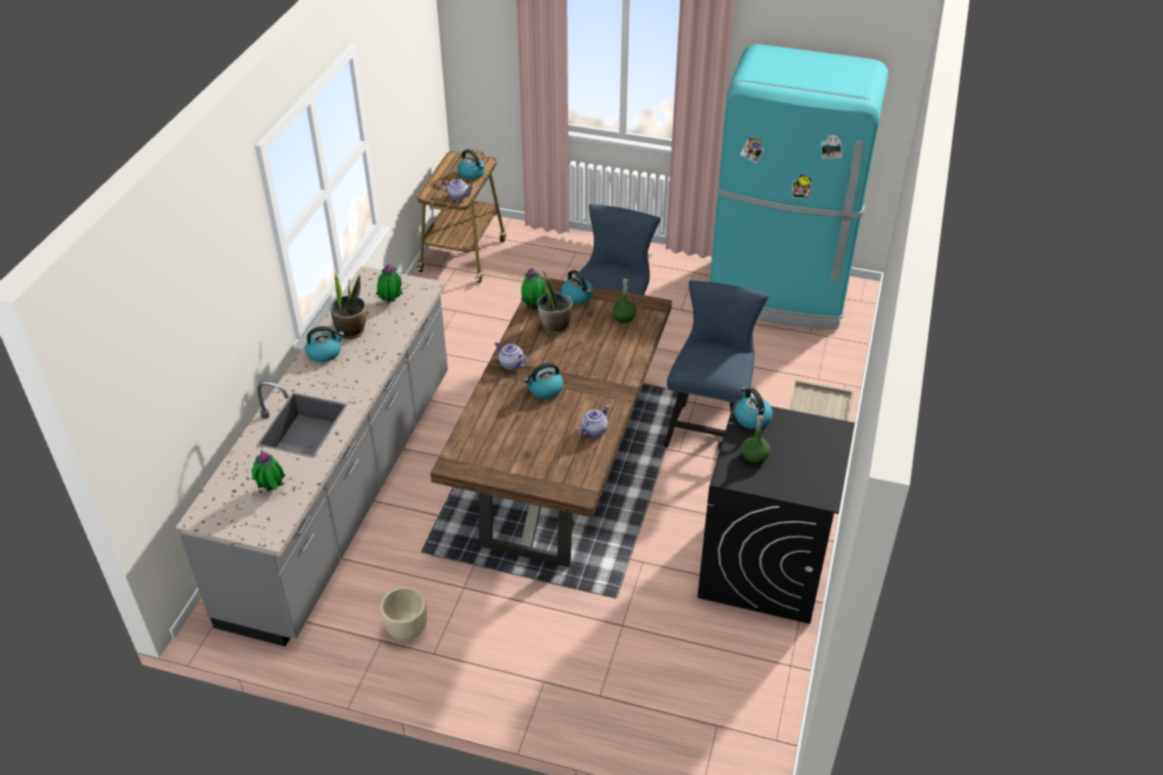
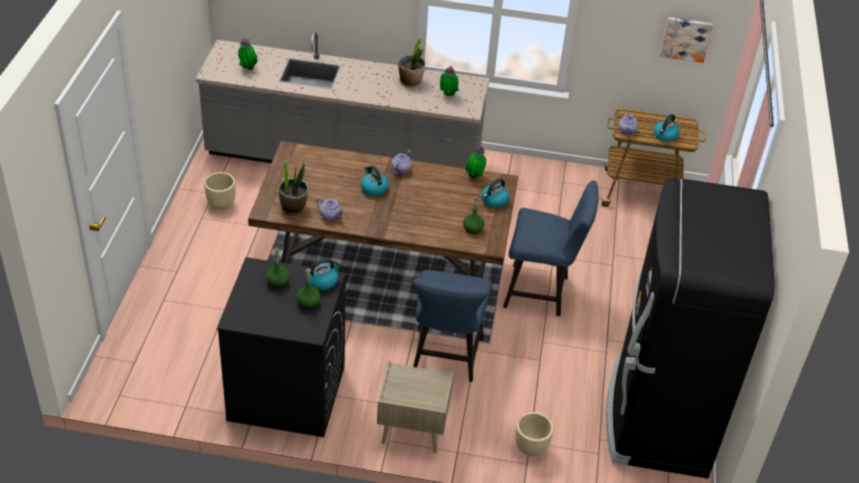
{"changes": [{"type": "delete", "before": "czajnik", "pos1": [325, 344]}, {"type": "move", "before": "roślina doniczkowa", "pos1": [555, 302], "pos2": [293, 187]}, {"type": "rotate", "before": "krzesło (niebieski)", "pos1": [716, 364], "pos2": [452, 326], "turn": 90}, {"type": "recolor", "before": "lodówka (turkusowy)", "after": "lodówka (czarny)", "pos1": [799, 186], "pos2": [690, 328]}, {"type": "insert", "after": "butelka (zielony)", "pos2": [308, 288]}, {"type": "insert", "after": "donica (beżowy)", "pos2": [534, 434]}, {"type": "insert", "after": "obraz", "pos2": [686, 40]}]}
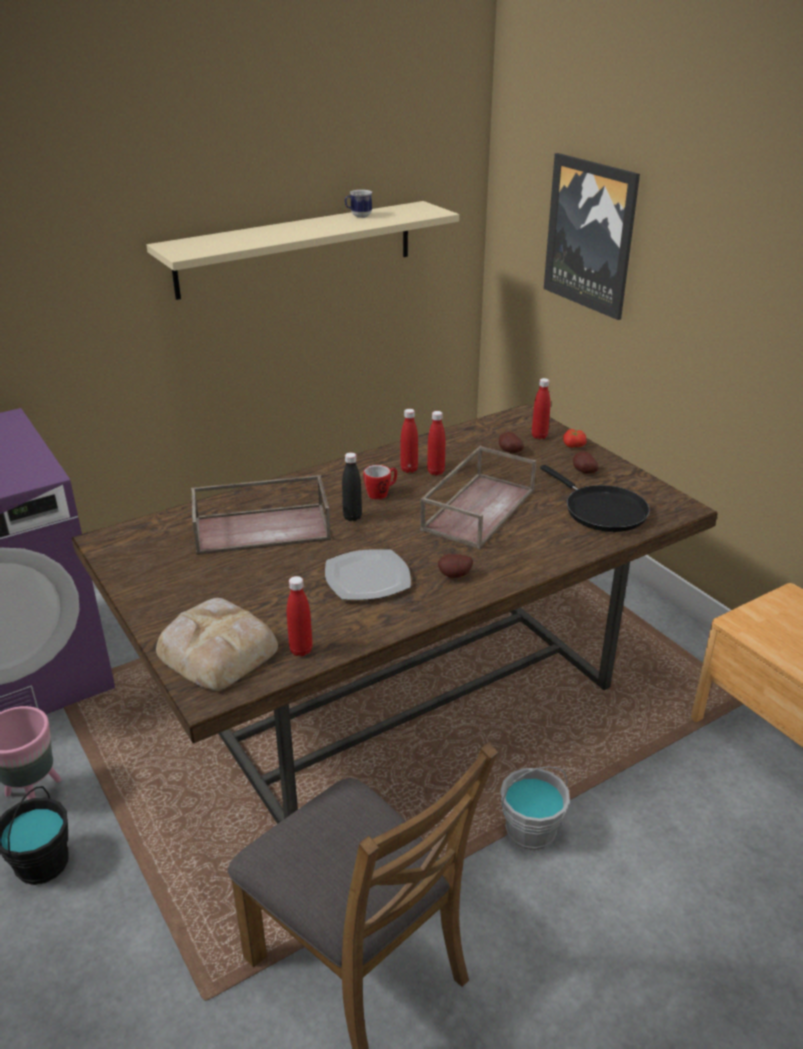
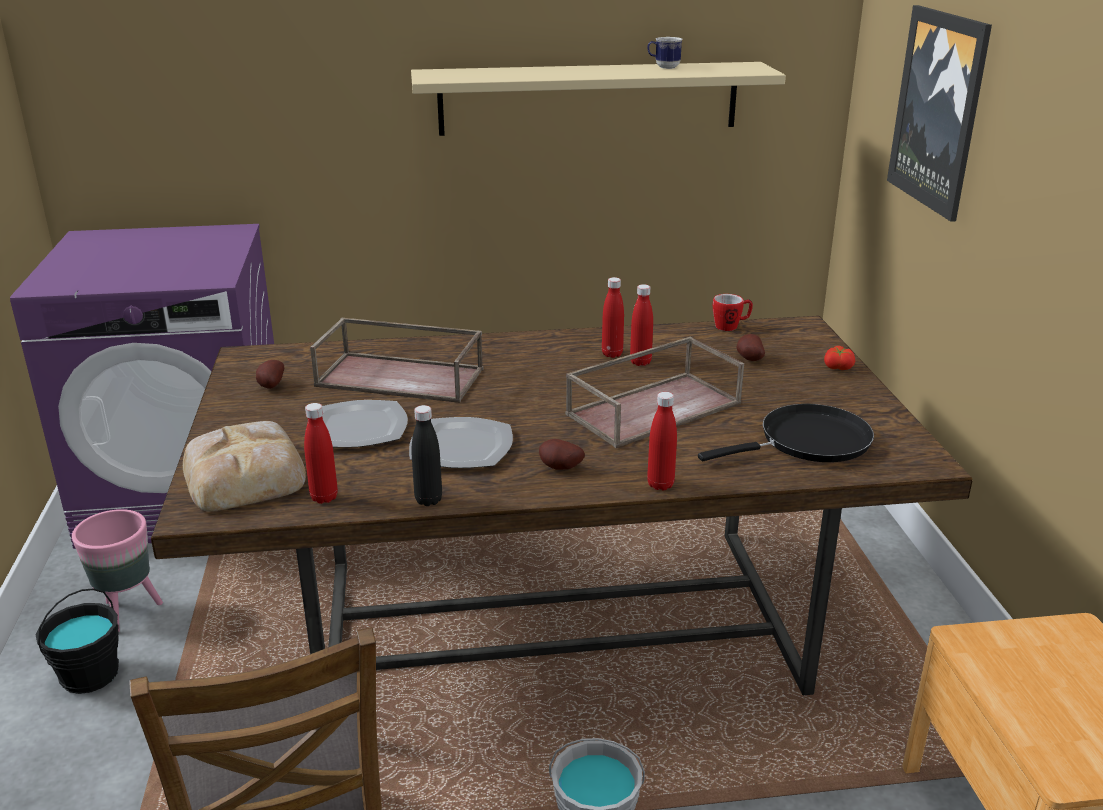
{"changes": [{"type": "move", "before": "butelka (czarny)", "pos1": [352, 486], "pos2": [426, 455]}, {"type": "move", "before": "kubek", "pos1": [380, 482], "pos2": [733, 312]}, {"type": "move", "before": "butelka (czerwony)", "pos1": [541, 408], "pos2": [662, 441]}, {"type": "rotate", "before": "patelnia (czarny)", "pos1": [595, 498], "pos2": [786, 433], "turn": -105}, {"type": "move", "before": "ziemniak", "pos1": [586, 462], "pos2": [270, 374]}, {"type": "insert", "after": "talerz", "pos2": [365, 424]}]}
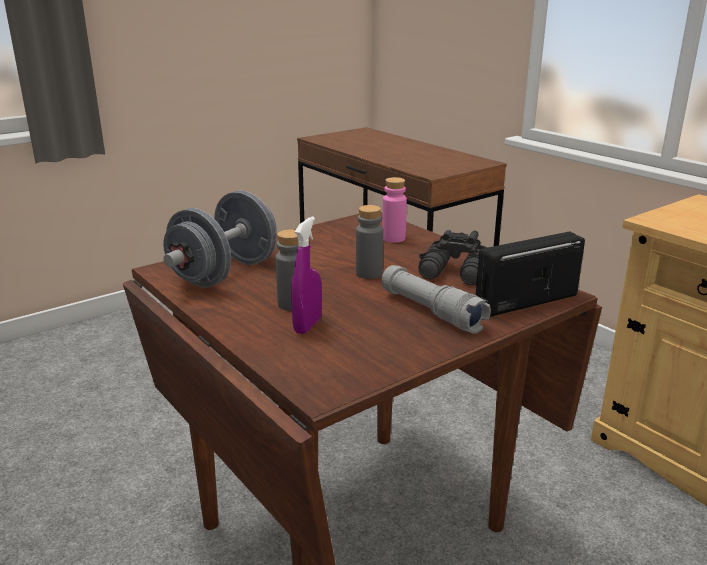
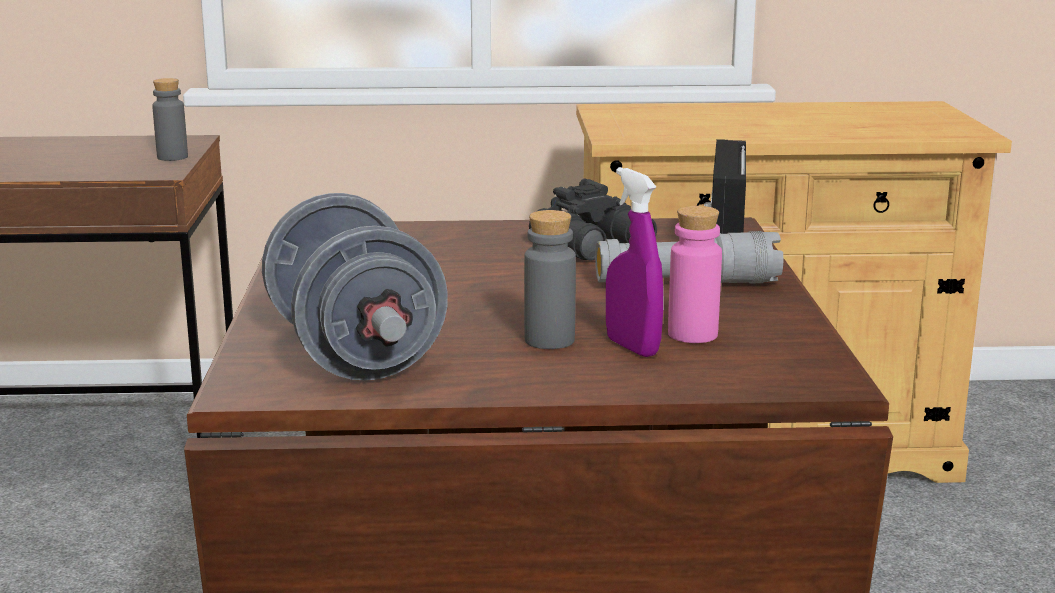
{"changes": [{"type": "move", "before": "butelka (szary)", "pos1": [369, 242], "pos2": [170, 119]}, {"type": "move", "before": "butelka (różowy)", "pos1": [394, 210], "pos2": [695, 274]}]}
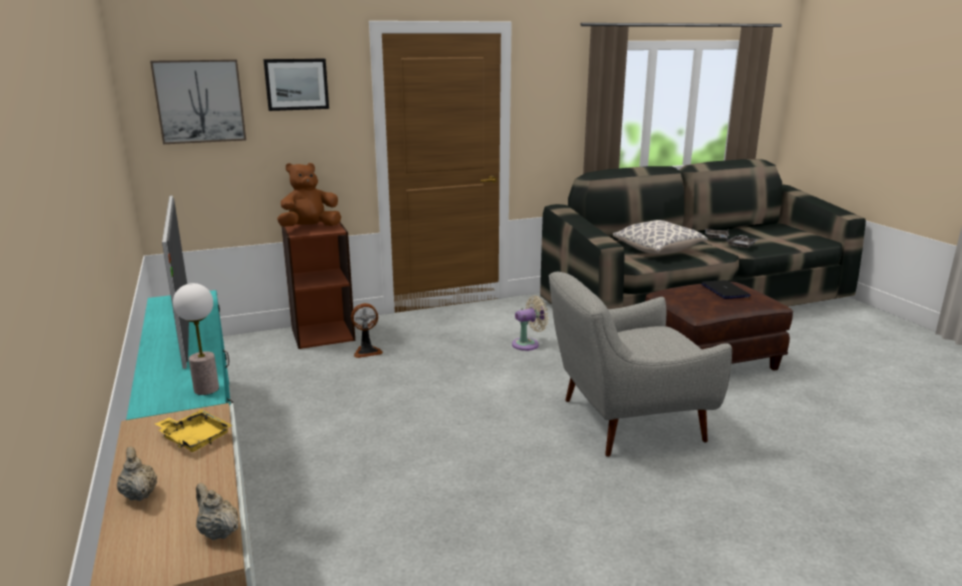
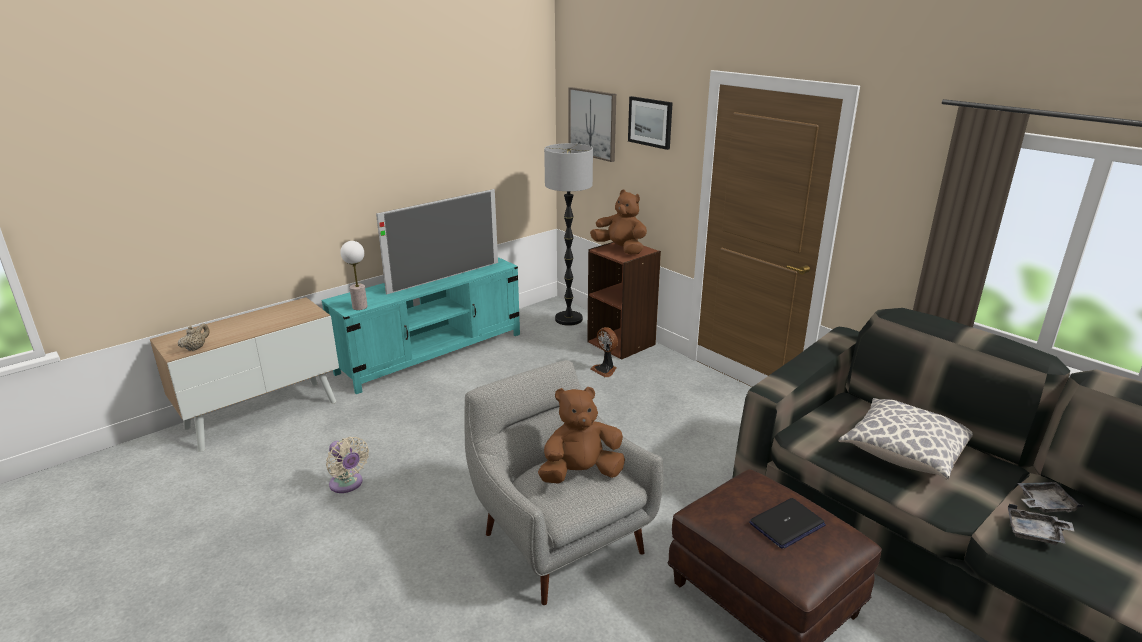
{"changes": [{"type": "delete", "before": "imbryk (beżowy)", "pos1": [137, 473]}, {"type": "delete", "before": "taca (żółty)", "pos1": [194, 430]}, {"type": "move", "before": "wentylator (beżowy)", "pos1": [530, 323], "pos2": [347, 465]}, {"type": "insert", "after": "pluszak (brązowy)", "pos2": [581, 435]}, {"type": "insert", "after": "lampa stojąca", "pos2": [568, 234]}]}
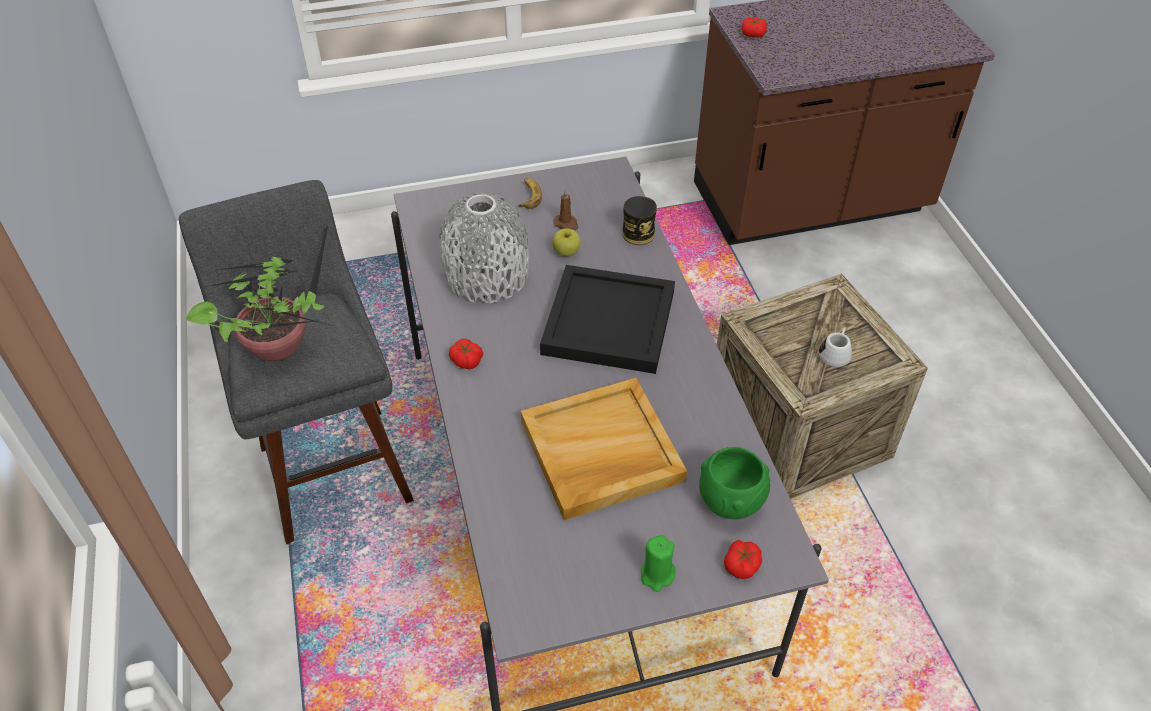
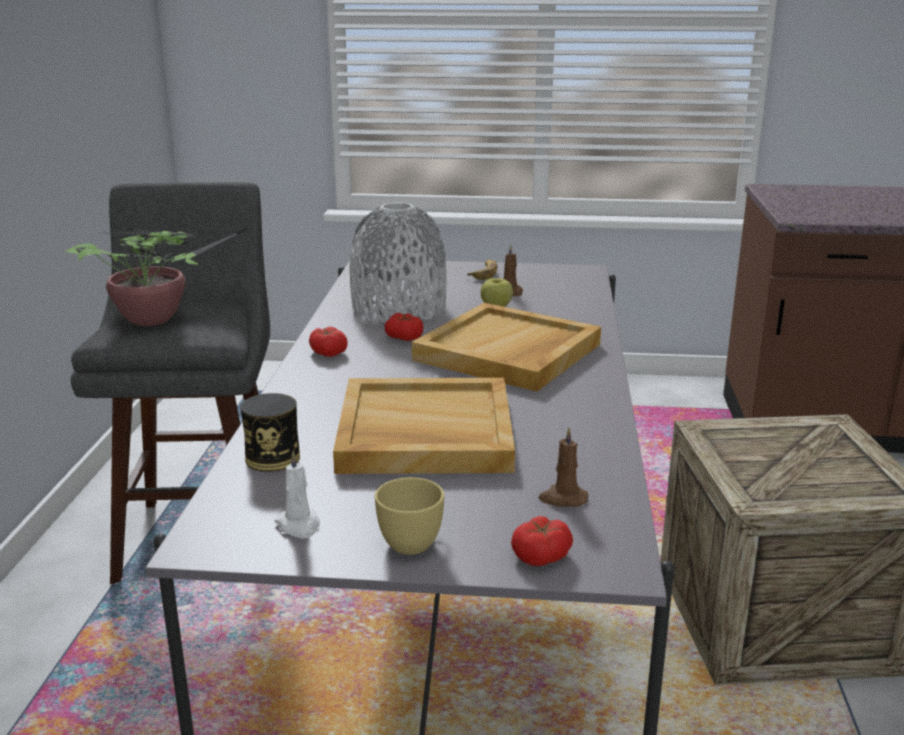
{"changes": [{"type": "recolor", "before": "taca (czarny)", "after": "taca (beżowy)", "pos1": [607, 319], "pos2": [506, 347]}, {"type": "move", "before": "puszka", "pos1": [639, 220], "pos2": [270, 432]}, {"type": "replace", "before": "świeca (zielony)", "after": "filiżanka (żółty)", "pos1": [658, 563], "pos2": [409, 516]}, {"type": "replace", "before": "miska (zielony)", "after": "świeca (brązowy)", "pos1": [734, 483], "pos2": [563, 467]}, {"type": "move", "before": "pomidor", "pos1": [754, 27], "pos2": [404, 327]}, {"type": "delete", "before": "kubek (biały)", "pos1": [835, 347]}, {"type": "insert", "after": "świeca (biały)", "pos2": [297, 495]}]}
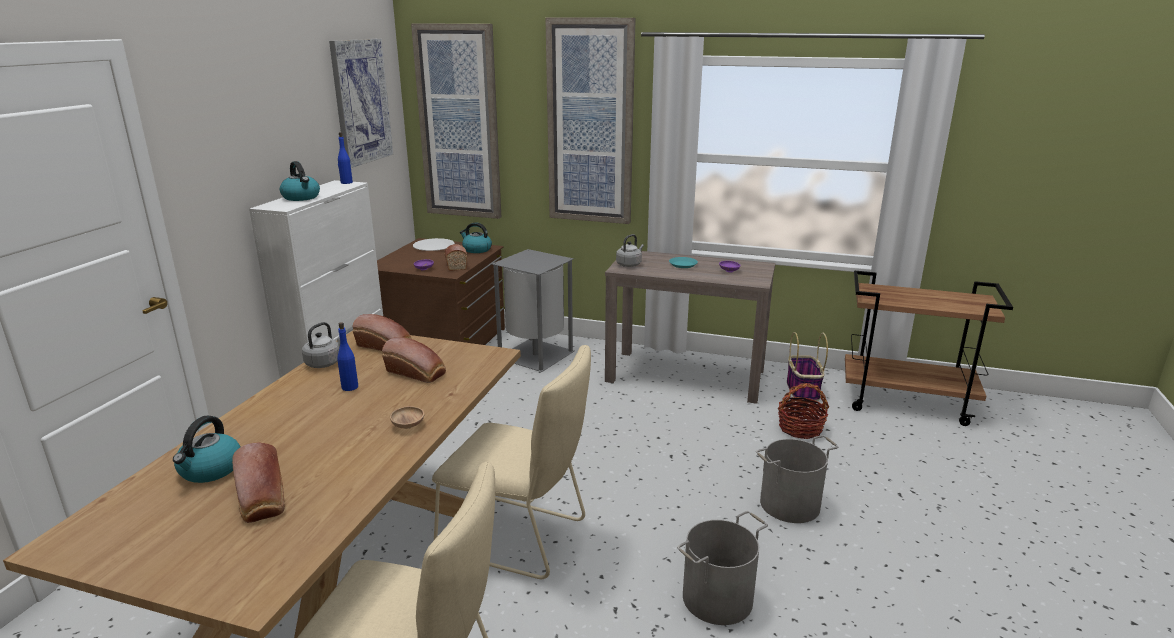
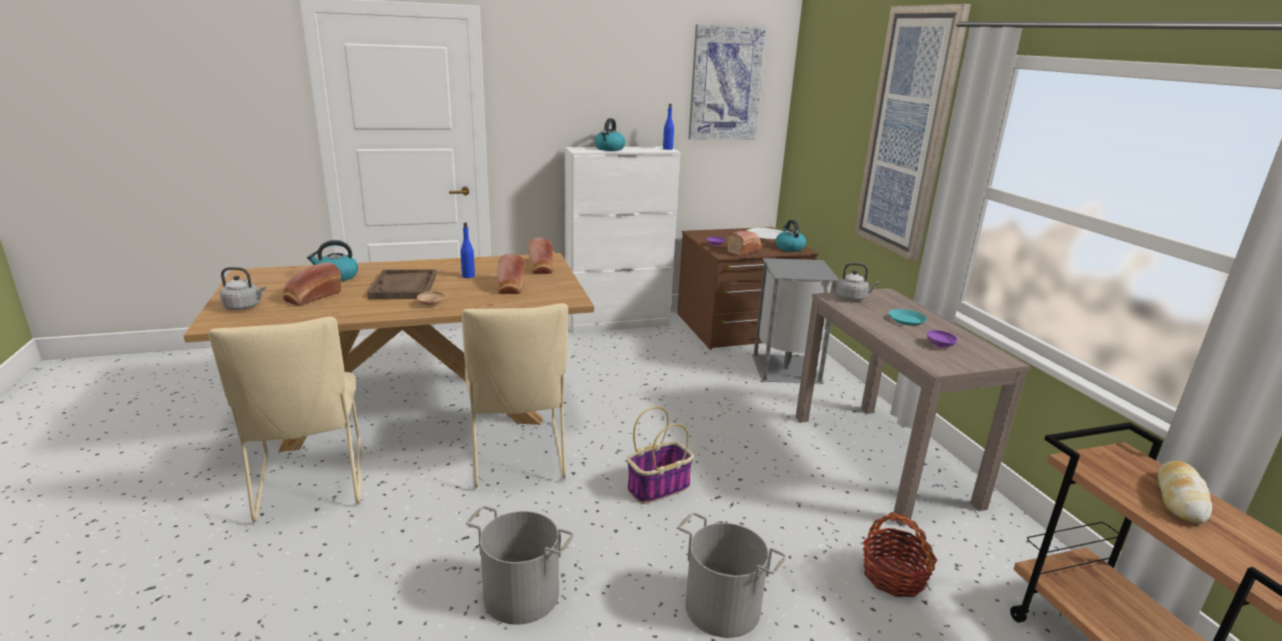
{"changes": [{"type": "move", "before": "czajnik (szary)", "pos1": [321, 345], "pos2": [243, 288]}, {"type": "delete", "before": "obraz", "pos1": [456, 121]}, {"type": "move", "before": "koszyk", "pos1": [807, 366], "pos2": [660, 455]}, {"type": "insert", "after": "taca (brązowy)", "pos2": [402, 284]}, {"type": "insert", "after": "chleb", "pos2": [1185, 492]}]}
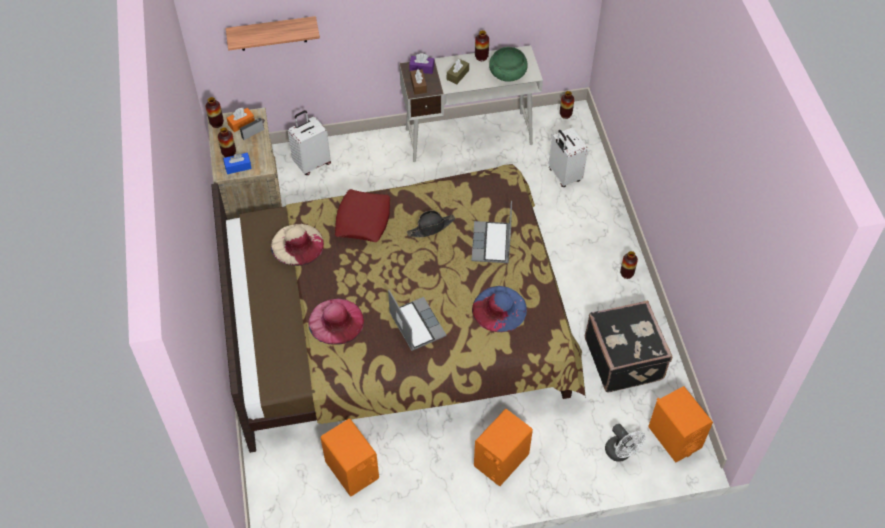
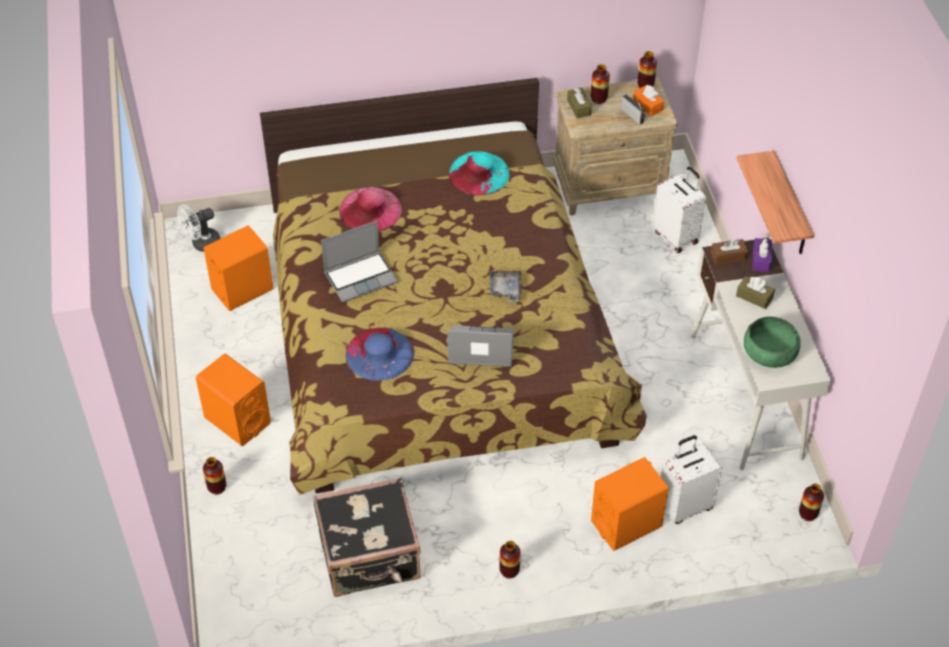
{"changes": [{"type": "recolor", "before": "pudełko chusteczek (niebieski)", "after": "pudełko chusteczek (brązowy)", "pos1": [237, 163], "pos2": [579, 103]}, {"type": "move", "before": "półka", "pos1": [273, 33], "pos2": [775, 202]}, {"type": "recolor", "before": "kapelusz (beżowy)", "after": "kapelusz (turkusowy)", "pos1": [297, 245], "pos2": [479, 173]}, {"type": "delete", "before": "poduszka (czerwony)", "pos1": [362, 215]}, {"type": "replace", "before": "kapelusz (czarny)", "after": "taca (szary)", "pos1": [431, 223], "pos2": [505, 286]}, {"type": "move", "before": "wazon", "pos1": [482, 45], "pos2": [214, 476]}, {"type": "move", "before": "wentylator (biały)", "pos1": [625, 443], "pos2": [199, 228]}, {"type": "move", "before": "głośnik (pomarańczowy)", "pos1": [680, 424], "pos2": [629, 504]}]}
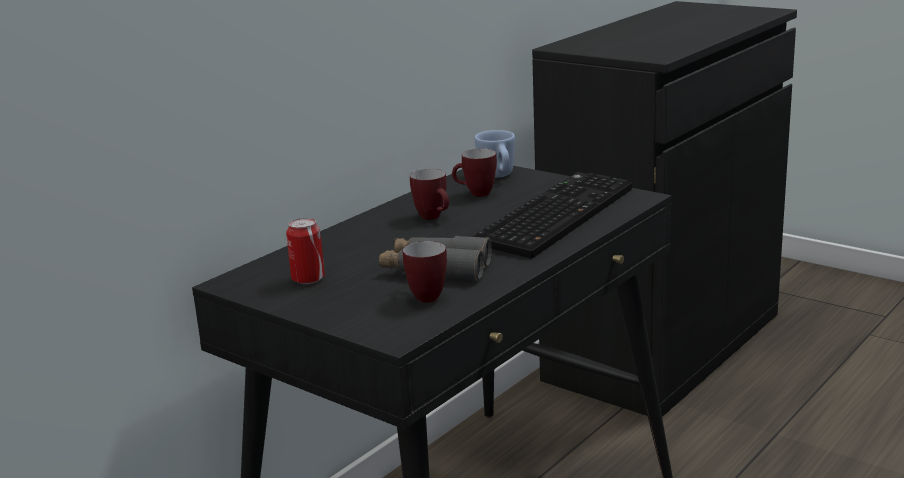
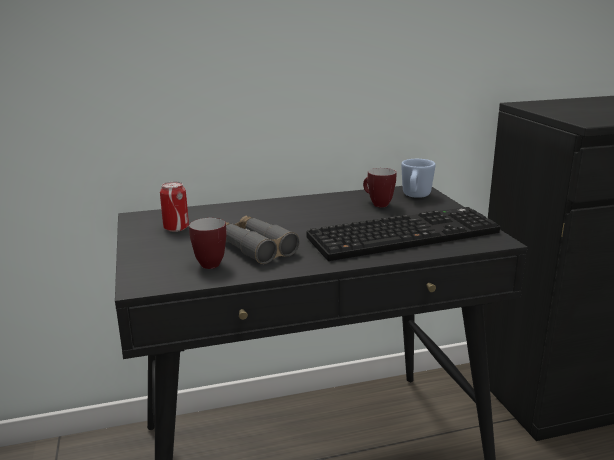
{"changes": [{"type": "delete", "before": "kubek", "pos1": [429, 194]}]}
